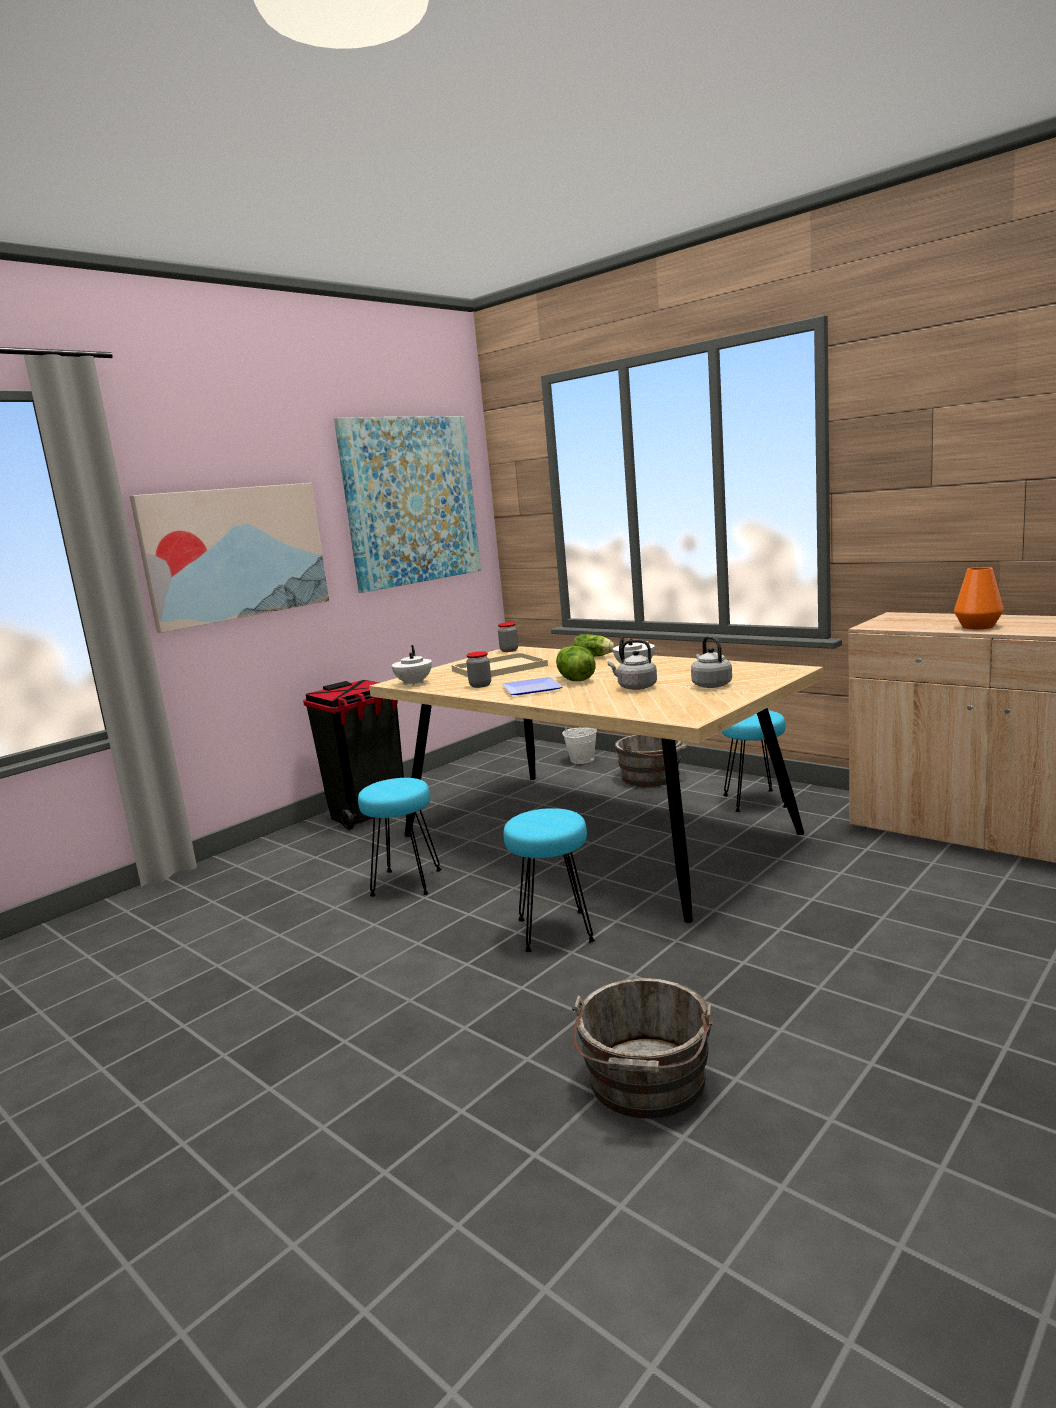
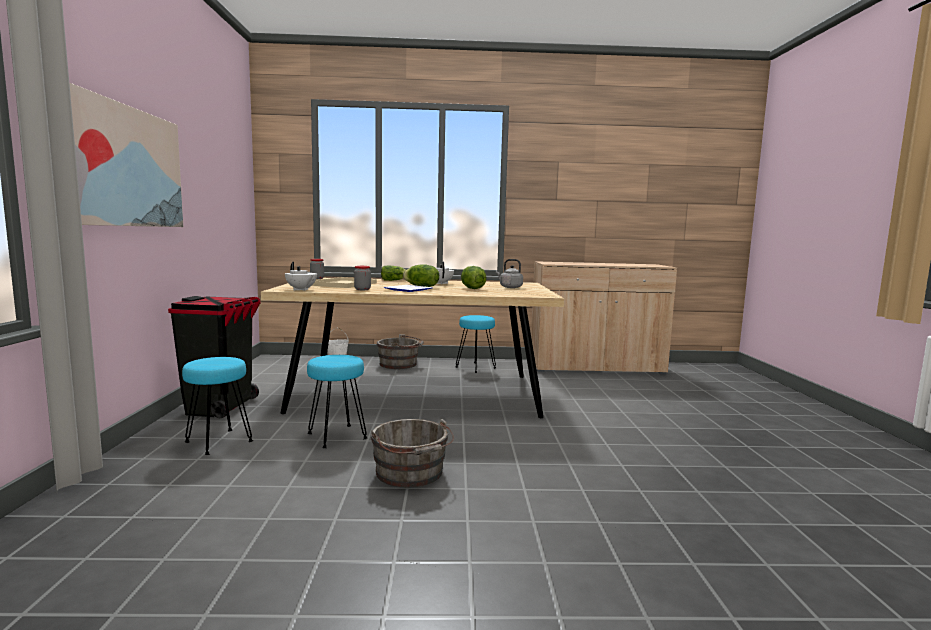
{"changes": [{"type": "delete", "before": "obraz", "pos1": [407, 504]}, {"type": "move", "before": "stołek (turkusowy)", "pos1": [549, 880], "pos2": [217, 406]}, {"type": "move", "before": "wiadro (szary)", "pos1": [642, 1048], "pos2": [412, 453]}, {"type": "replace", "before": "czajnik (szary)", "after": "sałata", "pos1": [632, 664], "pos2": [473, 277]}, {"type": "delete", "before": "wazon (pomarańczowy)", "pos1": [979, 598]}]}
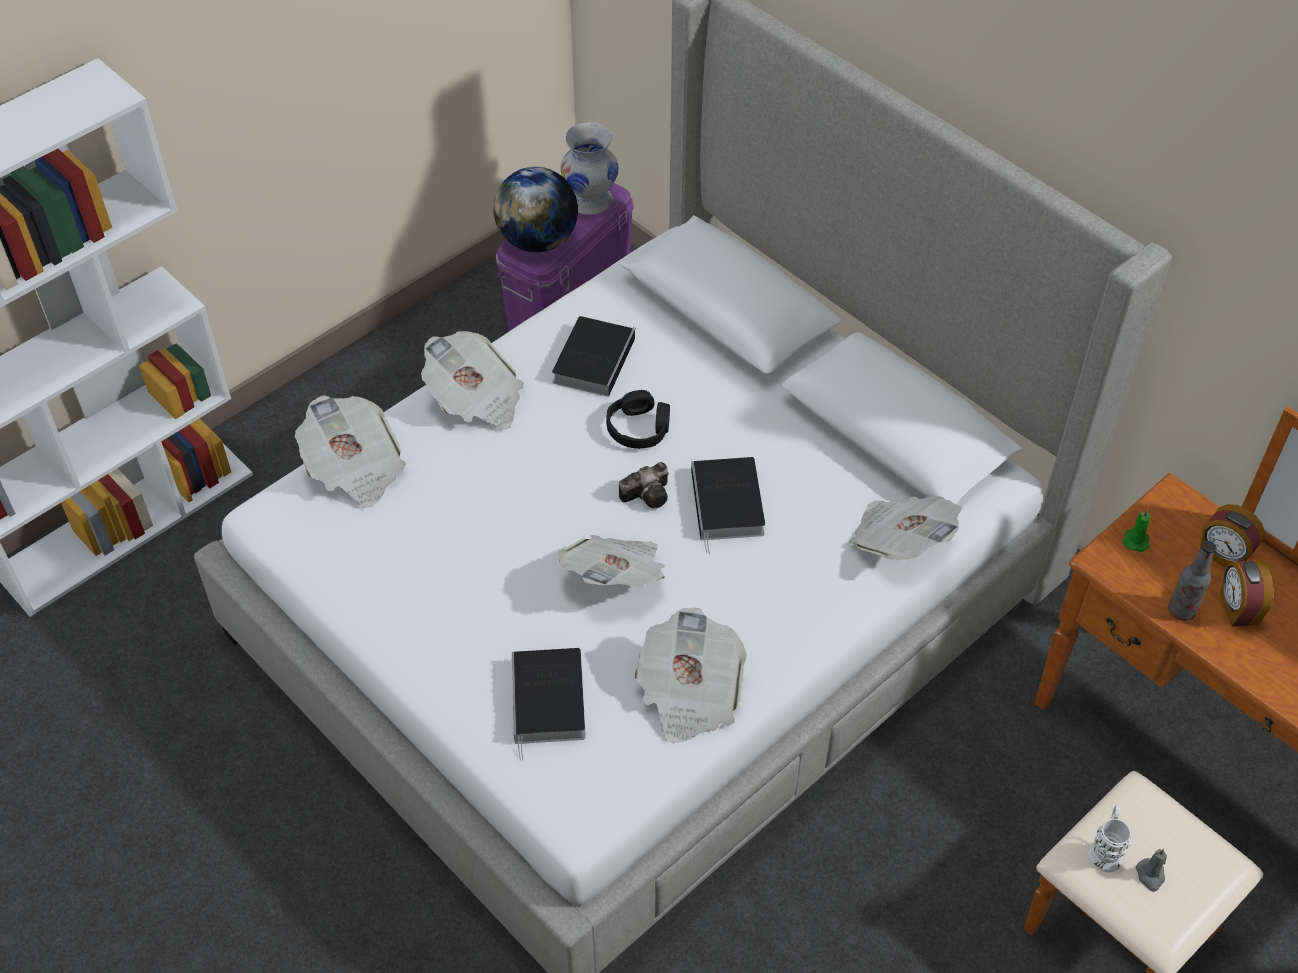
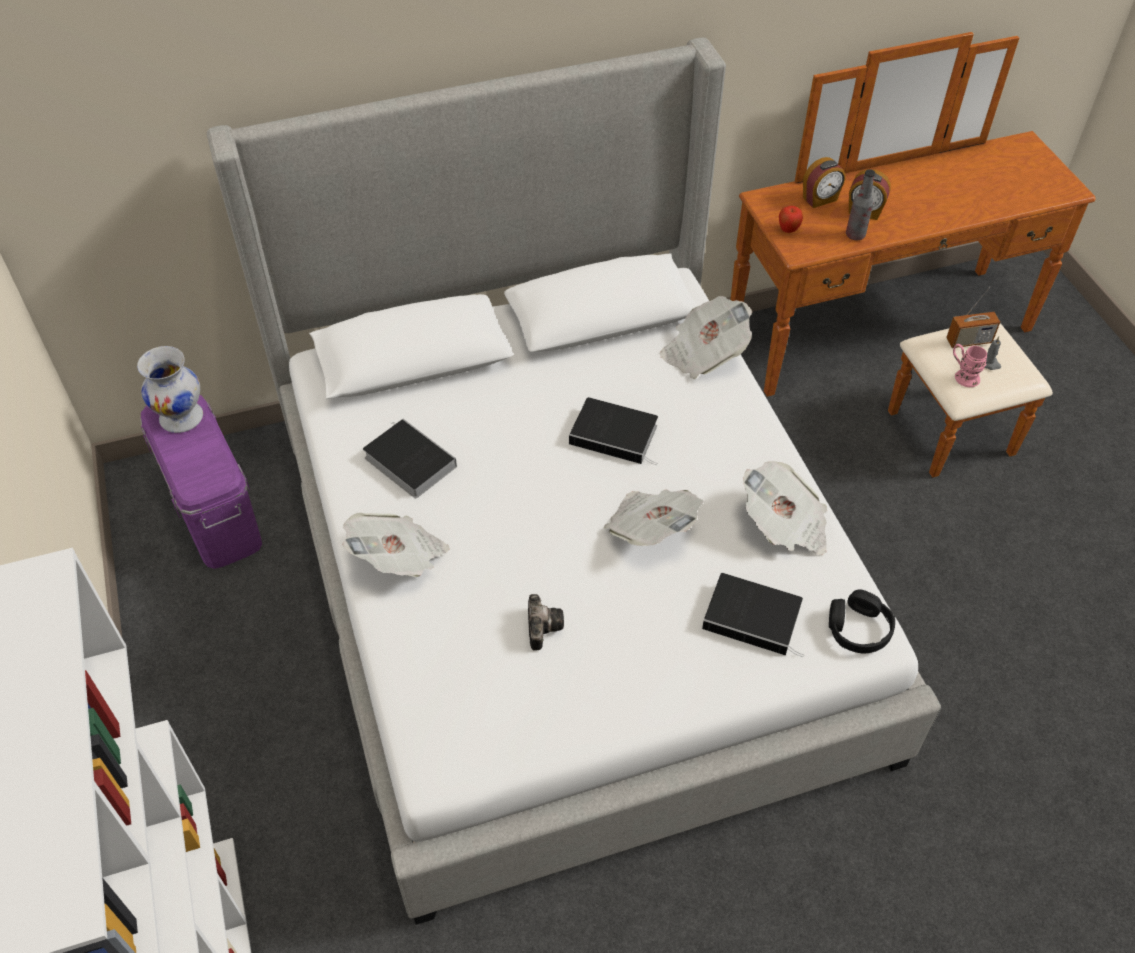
{"changes": [{"type": "delete", "before": "gazeta", "pos1": [350, 451]}, {"type": "delete", "before": "globus", "pos1": [535, 209]}, {"type": "move", "before": "słuchawki (czarny)", "pos1": [638, 419], "pos2": [862, 621]}, {"type": "move", "before": "aparat fotograficzny", "pos1": [644, 485], "pos2": [546, 622]}, {"type": "recolor", "before": "kubek (biały)", "after": "kubek (różowy)", "pos1": [1109, 838], "pos2": [970, 365]}, {"type": "replace", "before": "świeca (zielony)", "after": "jabłko", "pos1": [1137, 530], "pos2": [791, 219]}, {"type": "insert", "after": "radio", "pos2": [973, 317]}]}
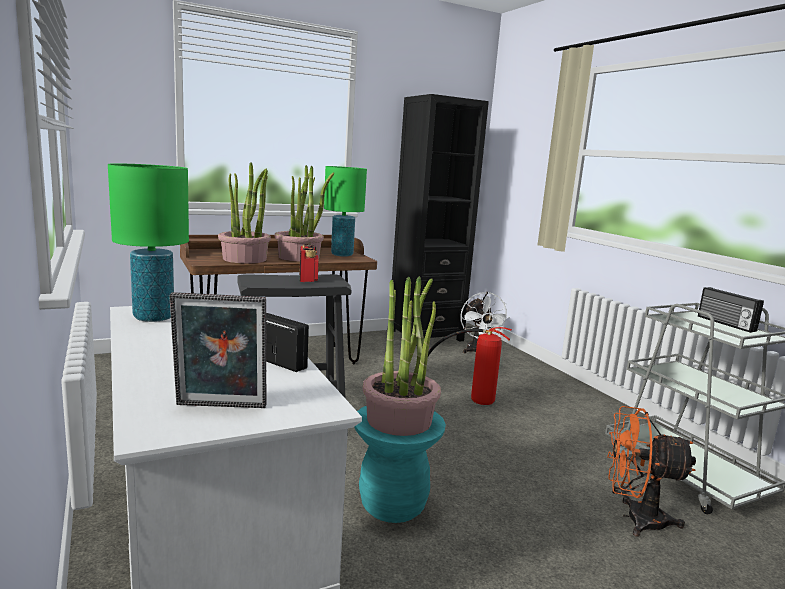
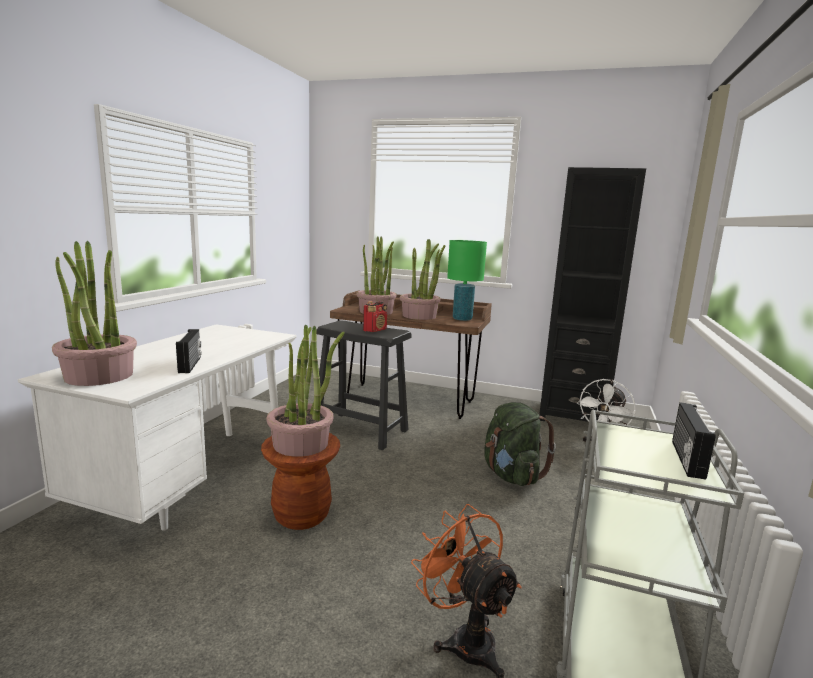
{"changes": [{"type": "delete", "before": "lampa stołowa (zielony)", "pos1": [148, 242]}, {"type": "replace", "before": "ramka na zdjęcie", "after": "roślina doniczkowa", "pos1": [218, 350], "pos2": [94, 313]}, {"type": "recolor", "before": "stołek (turkusowy)", "after": "stołek (brązowy)", "pos1": [400, 464], "pos2": [300, 481]}, {"type": "replace", "before": "gaśnica", "after": "plecak (zielony)", "pos1": [470, 366], "pos2": [520, 444]}]}
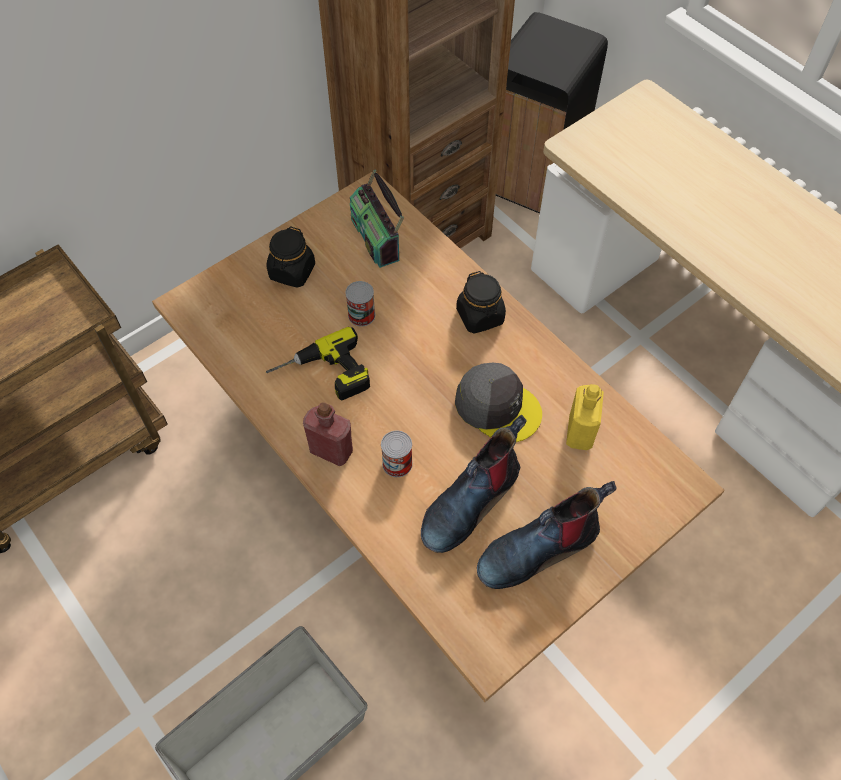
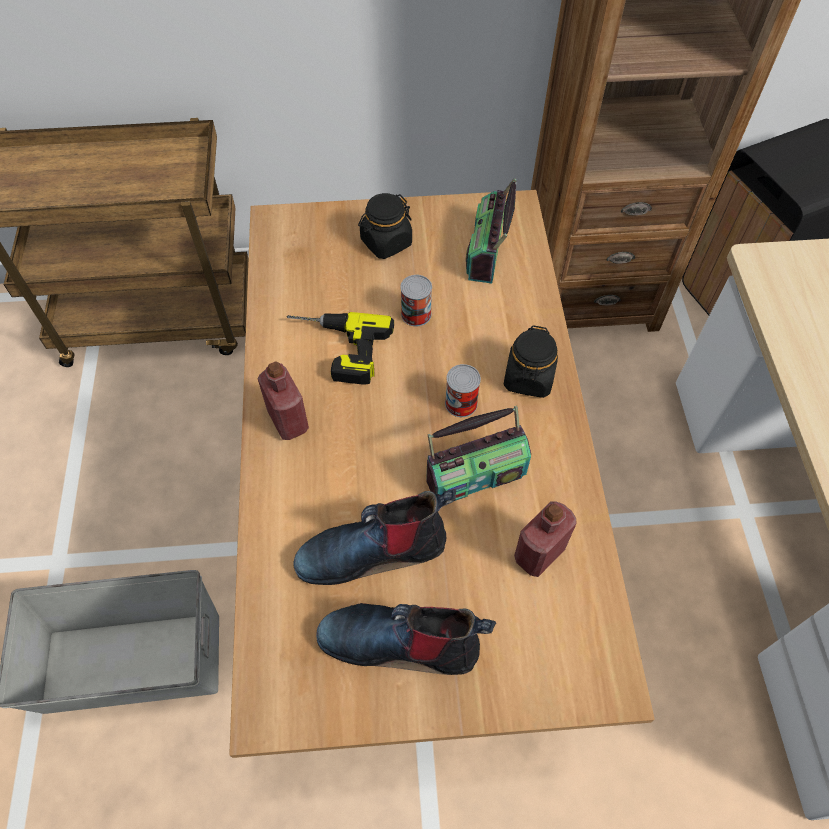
{"changes": [{"type": "move", "before": "puszka", "pos1": [397, 453], "pos2": [463, 390]}, {"type": "replace", "before": "czapka z daszkiem (szary)", "after": "radio", "pos1": [498, 402], "pos2": [478, 453]}, {"type": "recolor", "before": "butelka (żółty)", "after": "butelka (czerwony)", "pos1": [585, 417], "pos2": [545, 539]}]}
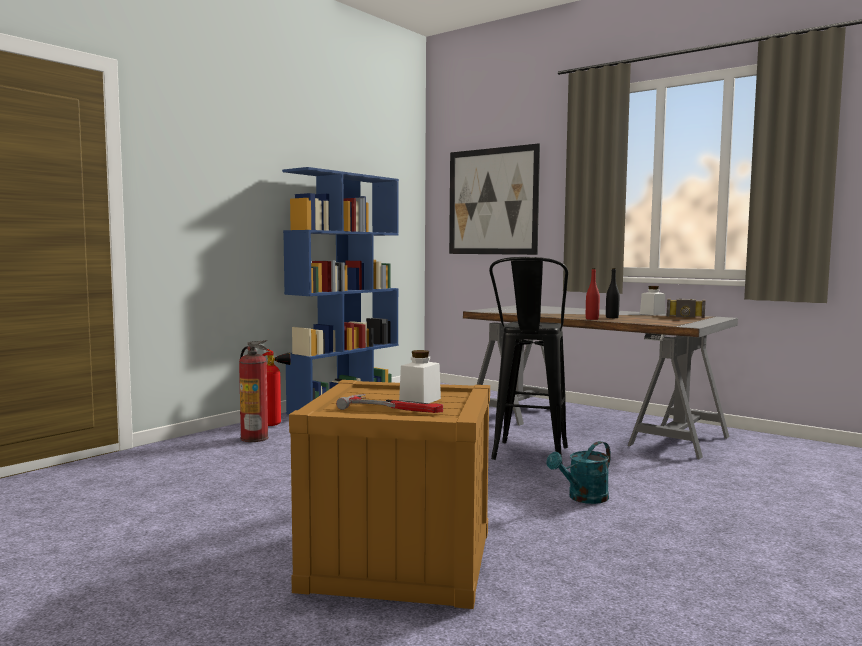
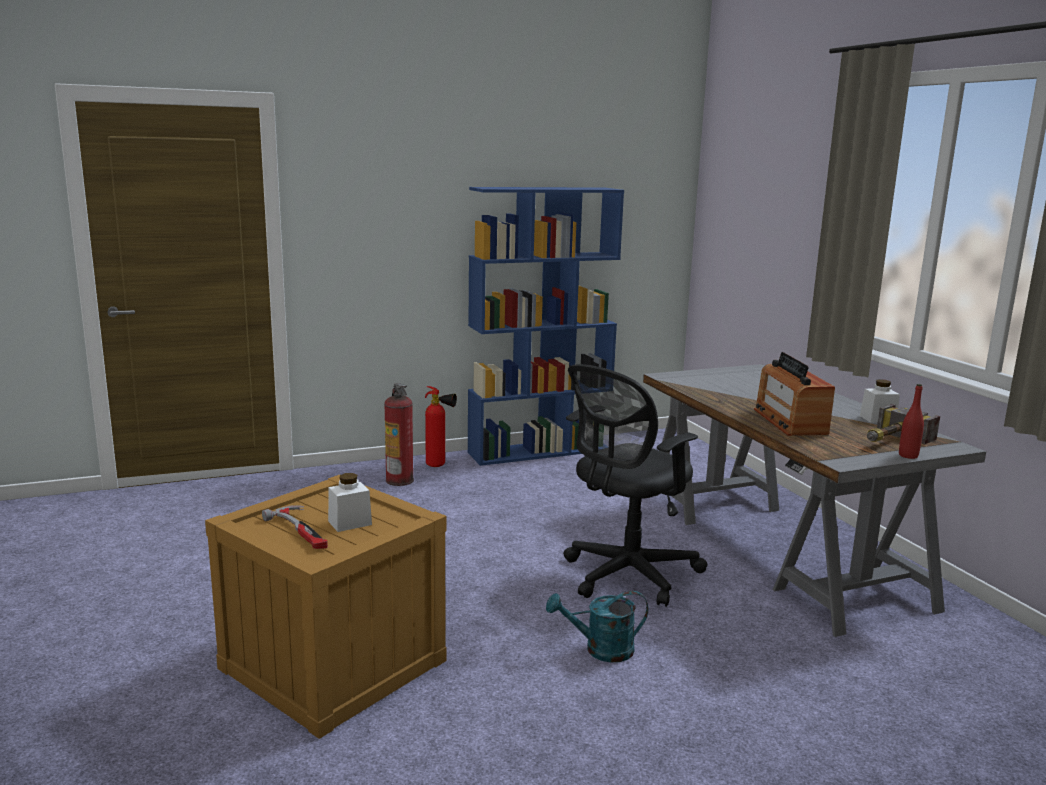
{"changes": [{"type": "delete", "before": "obraz", "pos1": [494, 199]}, {"type": "replace", "before": "stołek (czarny)", "after": "krzesło biurowe (czarny)", "pos1": [528, 358], "pos2": [635, 485]}, {"type": "move", "before": "butelka (czerwony)", "pos1": [593, 294], "pos2": [911, 421]}, {"type": "replace", "before": "butelka (czarny)", "after": "radio", "pos1": [613, 293], "pos2": [794, 394]}]}
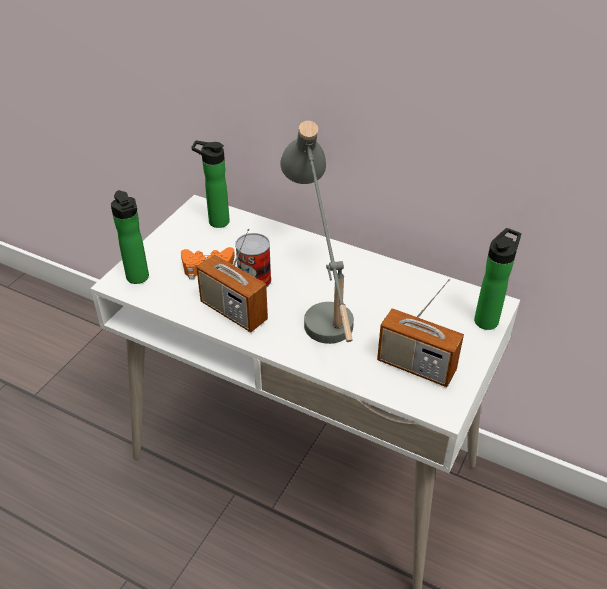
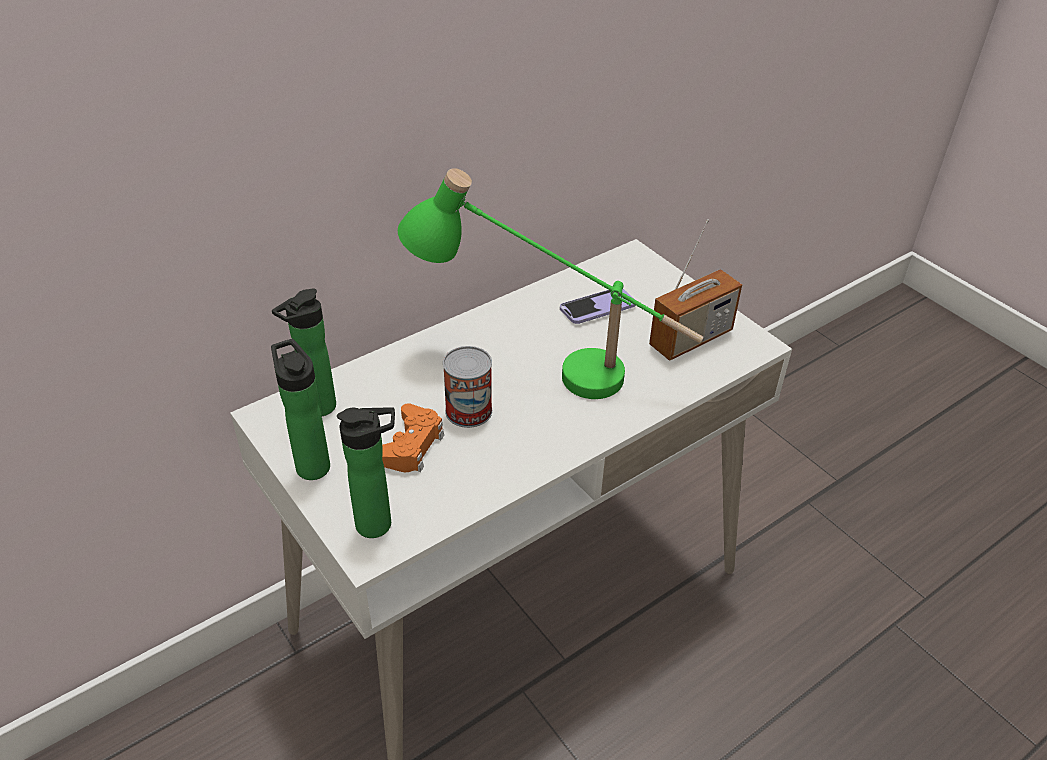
{"changes": [{"type": "delete", "before": "radio", "pos1": [232, 280]}, {"type": "recolor", "before": "lampa stołowa (szary)", "after": "lampa stołowa (zielony)", "pos1": [317, 232], "pos2": [550, 283]}, {"type": "move", "before": "butelka", "pos1": [497, 279], "pos2": [300, 409]}, {"type": "insert", "after": "telefon", "pos2": [598, 306]}]}
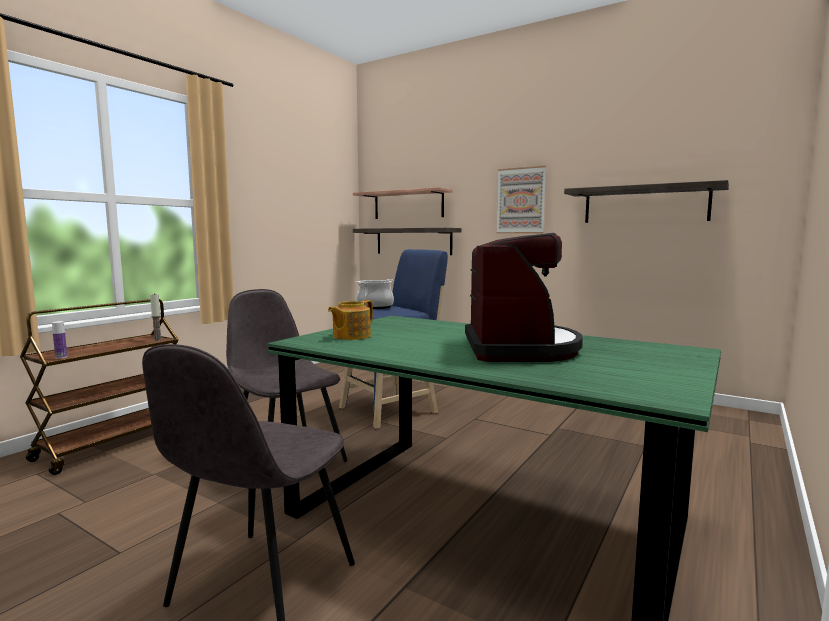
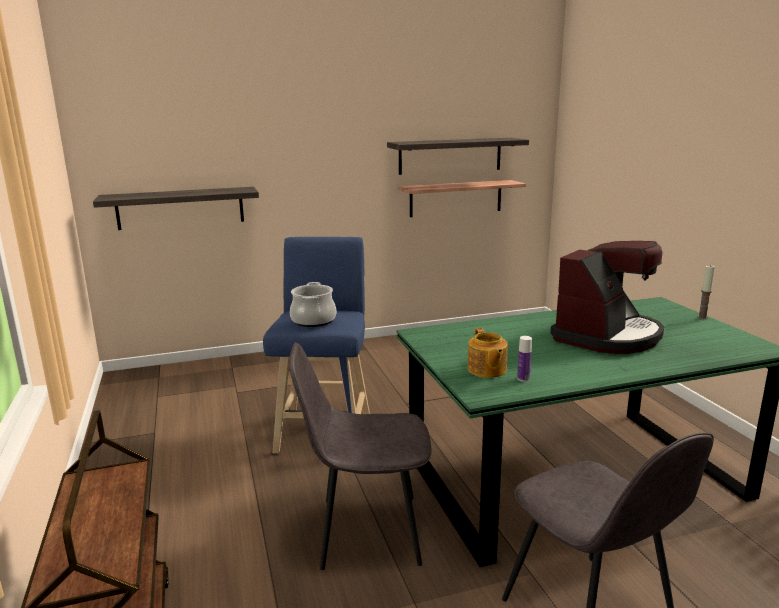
{"changes": [{"type": "move", "before": "butelka", "pos1": [59, 340], "pos2": [524, 359]}, {"type": "move", "before": "świeca", "pos1": [156, 317], "pos2": [706, 292]}, {"type": "move", "before": "półka", "pos1": [403, 203], "pos2": [462, 198]}, {"type": "rotate", "before": "ekspres do kawy", "pos1": [524, 297], "pos2": [607, 297], "turn": 90}, {"type": "delete", "before": "obraz", "pos1": [521, 200]}]}
